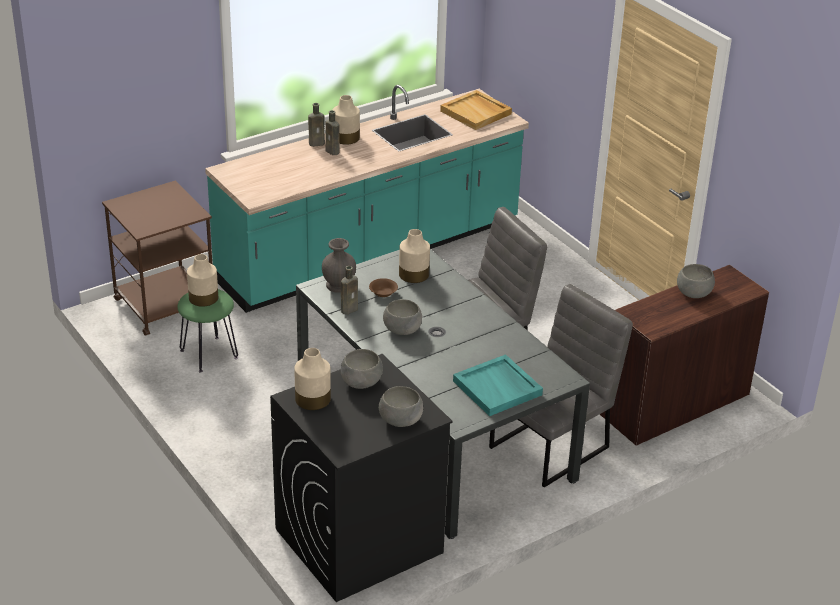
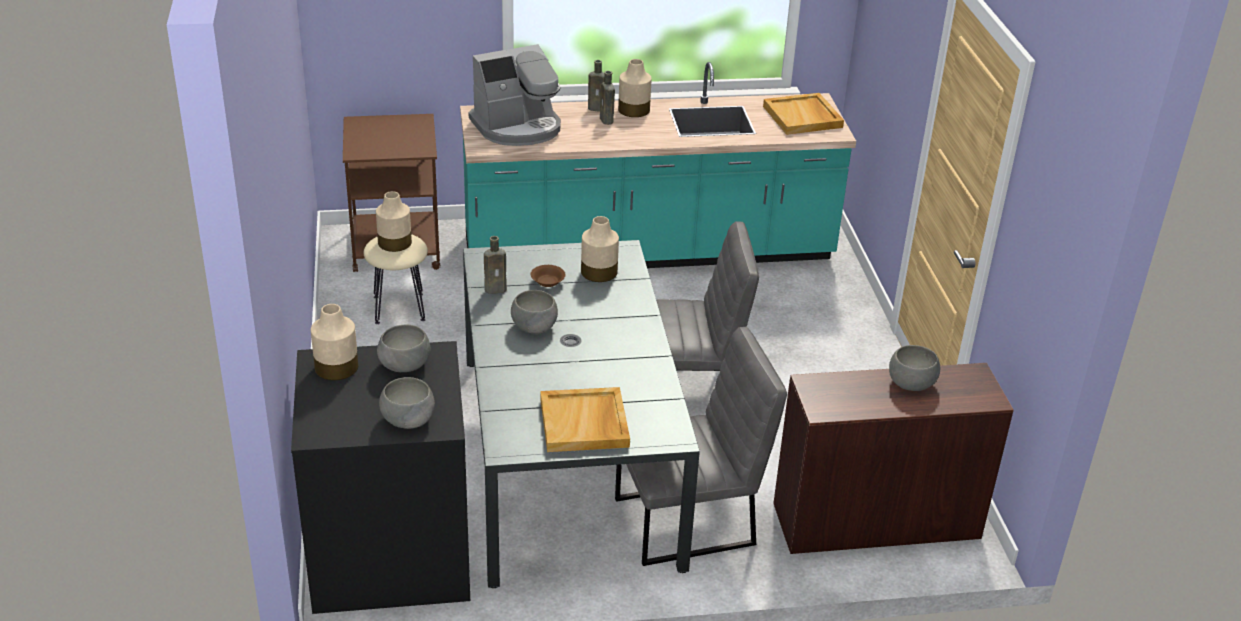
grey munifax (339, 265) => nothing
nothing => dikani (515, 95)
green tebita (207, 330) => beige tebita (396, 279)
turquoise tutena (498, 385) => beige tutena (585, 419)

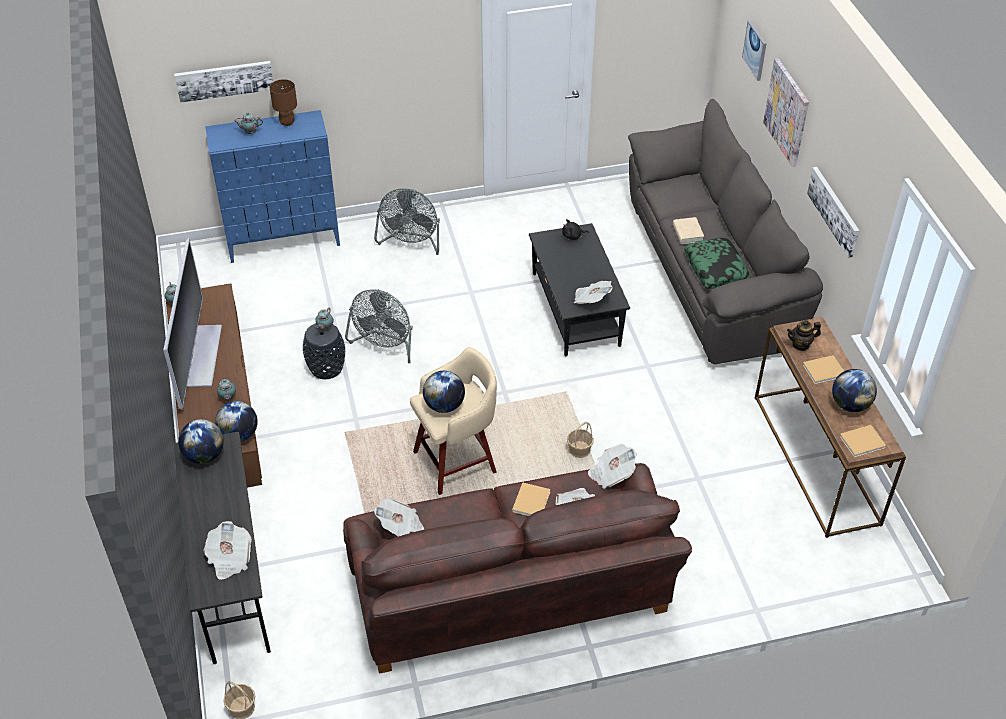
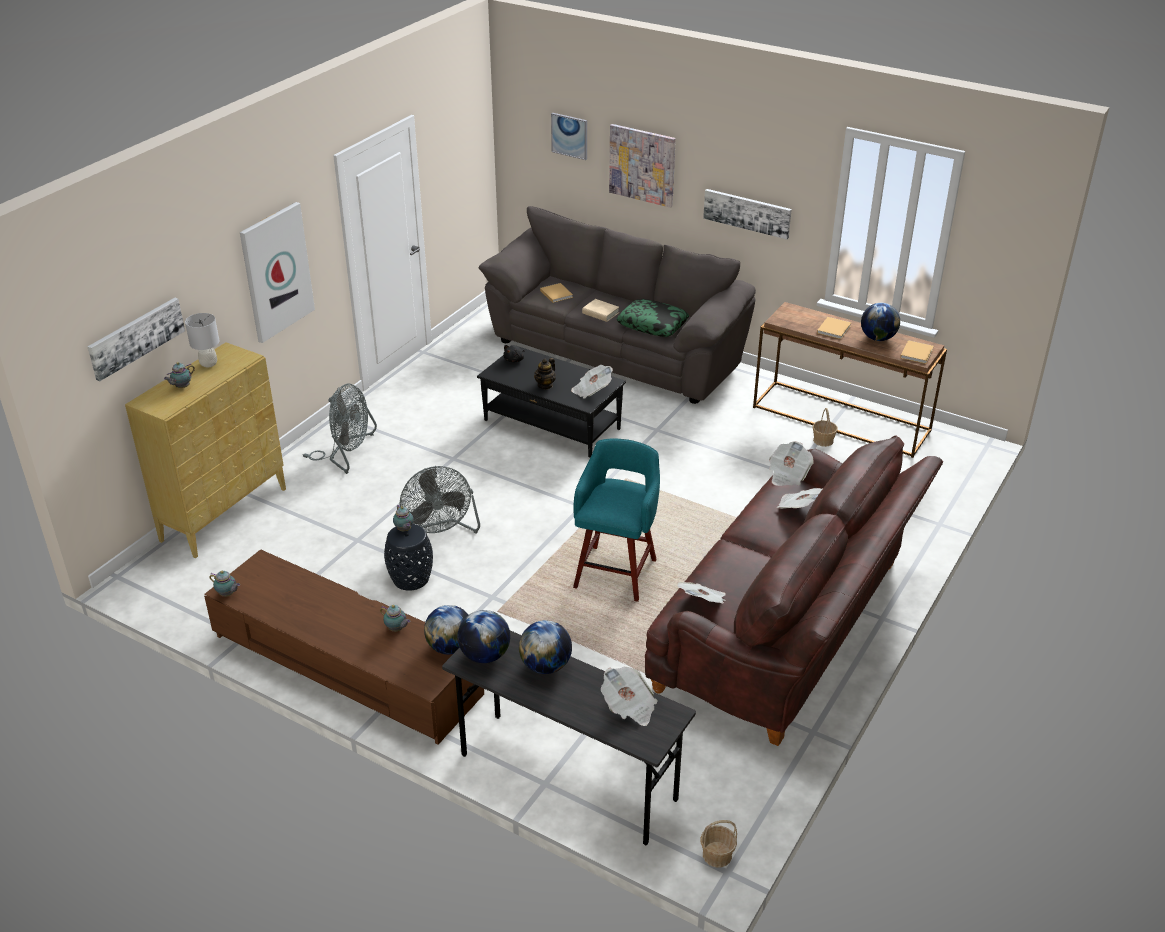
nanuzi (192, 324) => nothing
nothing => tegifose (277, 272)
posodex (444, 392) => posodex (545, 647), shifted
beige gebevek (531, 499) => beige gebevek (556, 293), shifted
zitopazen (580, 440) => zitopazen (825, 427), shifted
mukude (804, 335) => mukude (545, 374), shifted
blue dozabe (272, 186) => beige dozabe (205, 450)
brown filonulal (283, 102) => grey filonulal (202, 340)
beige tebita (453, 421) => turquoise tebita (616, 520)
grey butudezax (407, 221) => grey butudezax (340, 429), 45 degrees counterclockwise

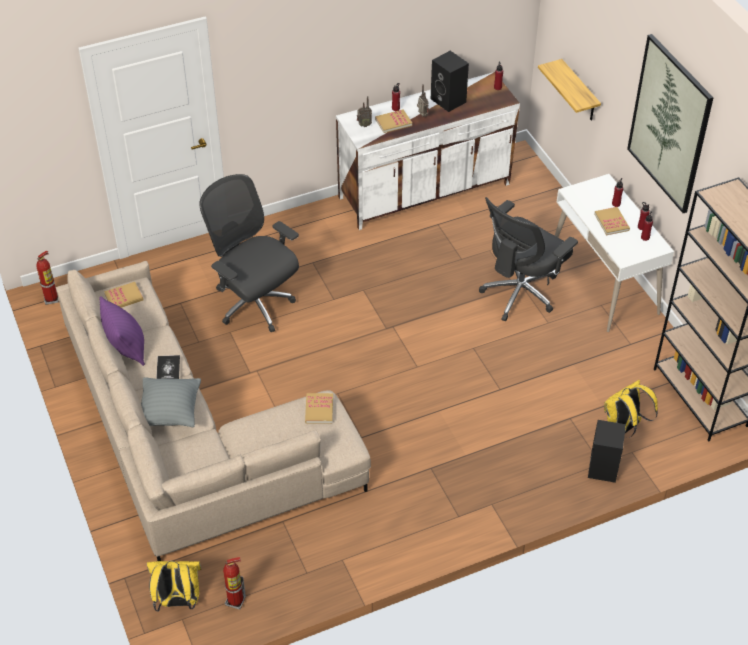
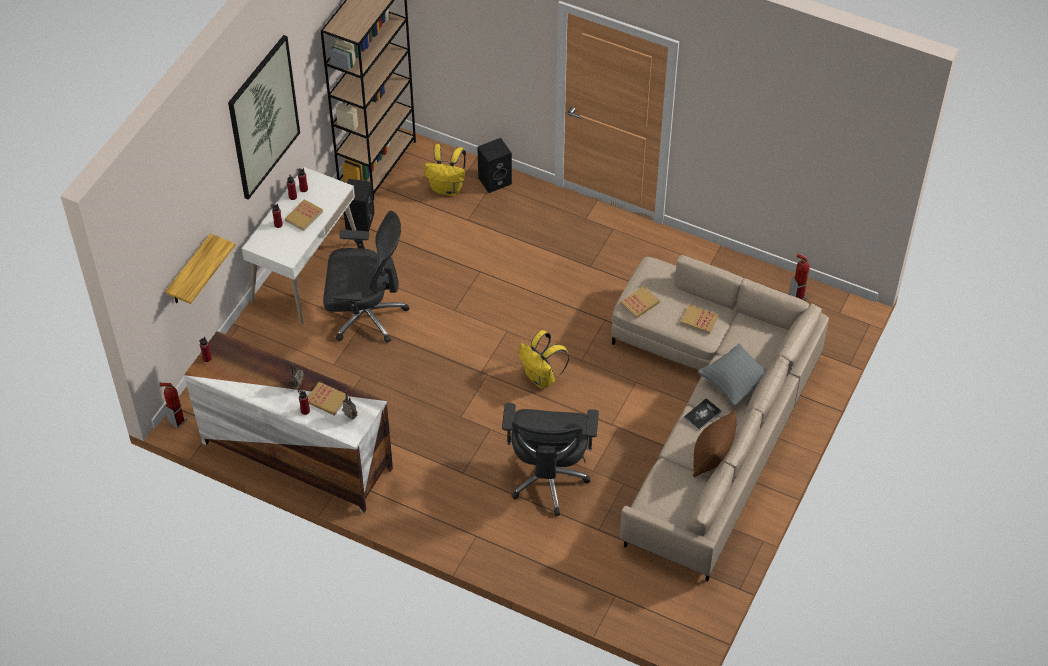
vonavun (47, 277) => vonavun (173, 406), shifted
gebevek (123, 295) => gebevek (699, 319), shifted
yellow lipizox (174, 586) => yellow lipizox (544, 359), shifted
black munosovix (450, 81) => black munosovix (359, 205), shifted
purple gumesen (122, 331) => brown gumesen (715, 443)

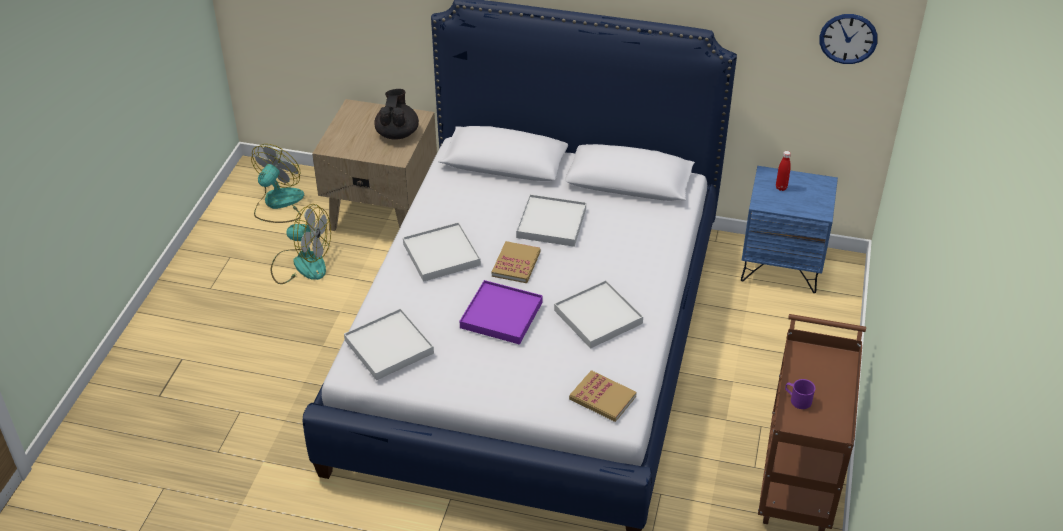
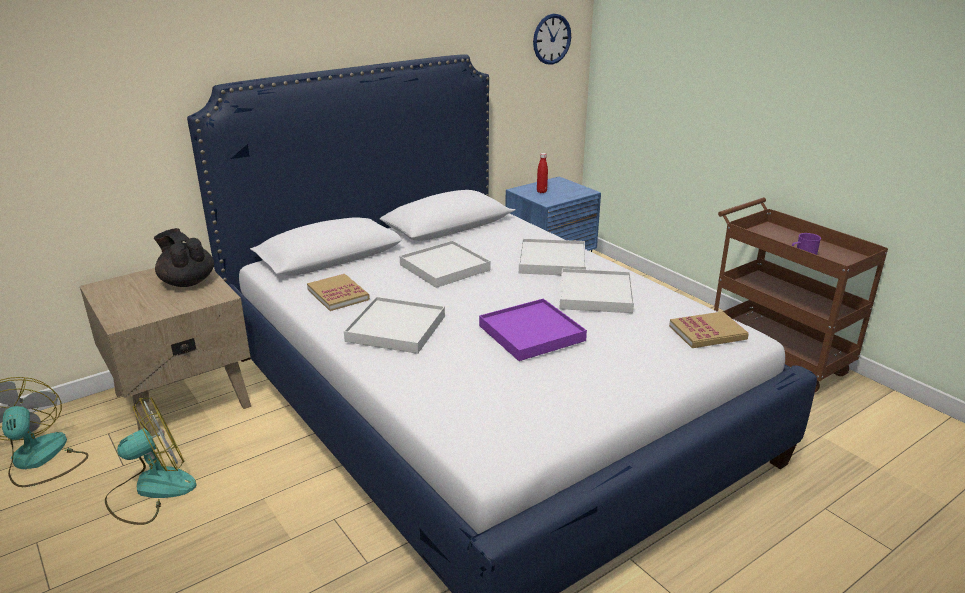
white tutena (389, 344) => white tutena (552, 257), shifted
gebevek (516, 262) => gebevek (338, 292), shifted

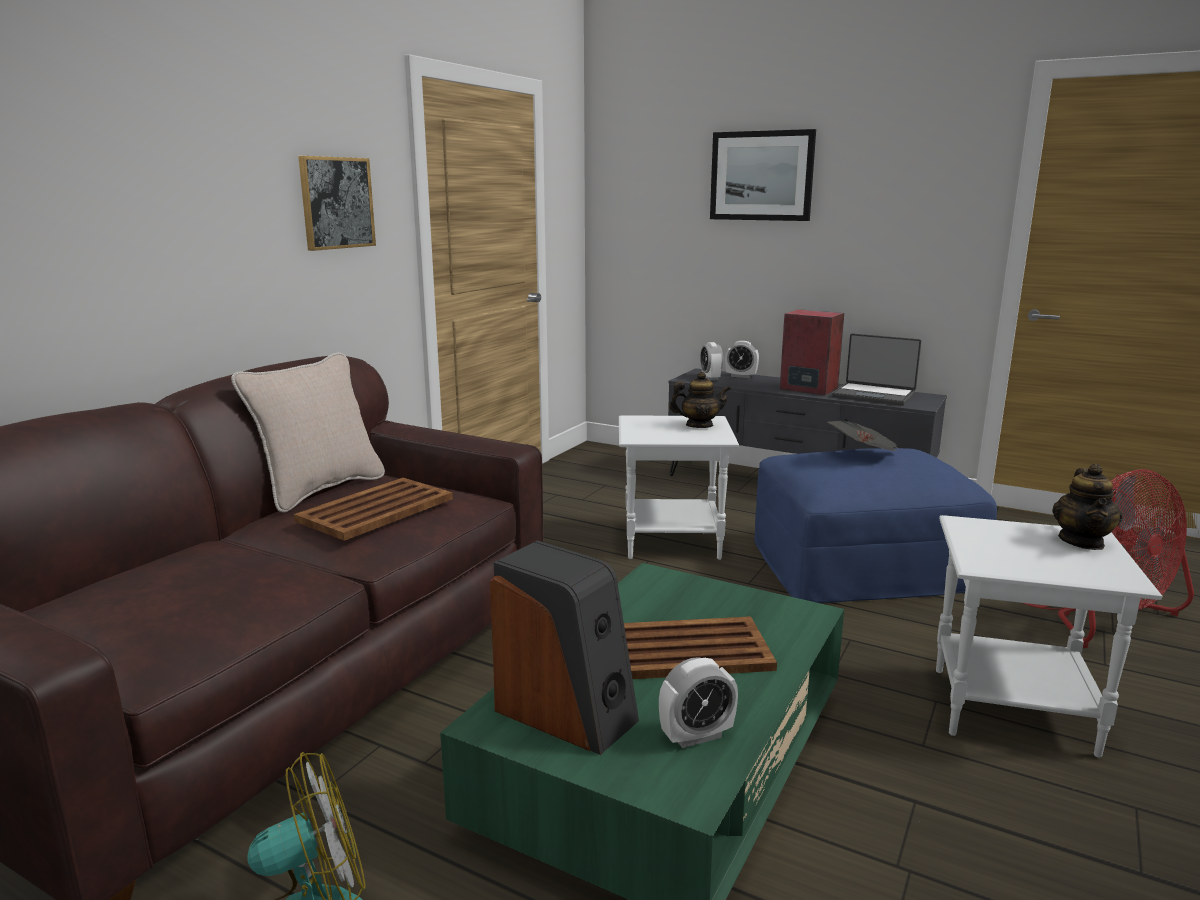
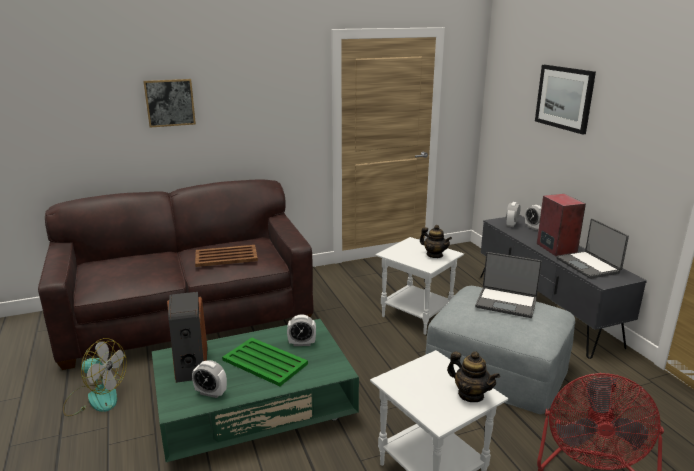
beige gumesen (308, 432) => nothing
nothing => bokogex (301, 330)
tegifose (337, 203) => tegifose (169, 103), shifted
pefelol (863, 436) => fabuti (508, 285)
brown tutena (700, 647) => green tutena (265, 362)
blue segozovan (875, 525) => grey segozovan (500, 350)
mukude (1087, 506) => mukude (473, 377), 105 degrees counterclockwise

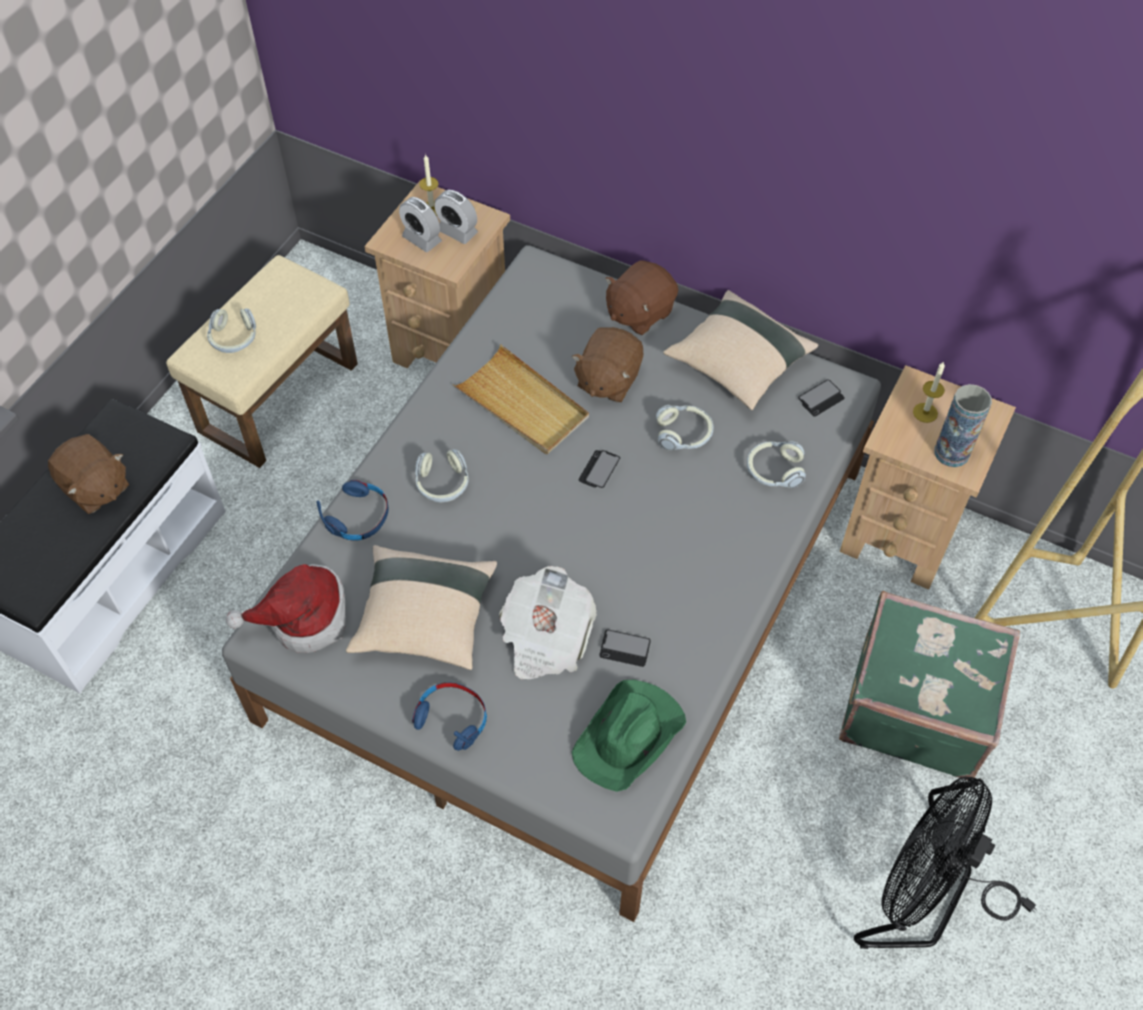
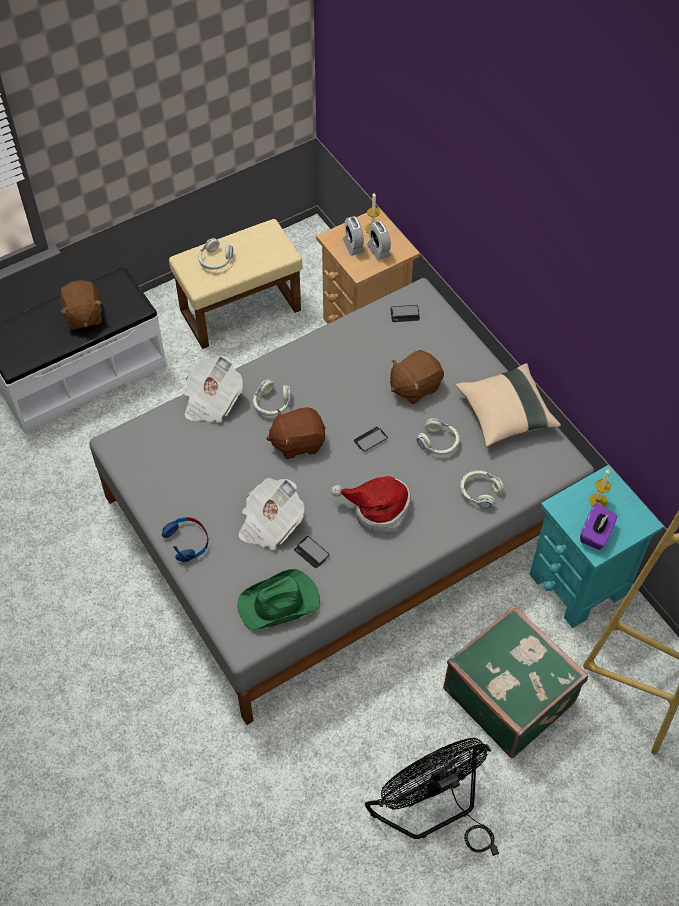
beige gumesen (421, 607) => nothing
beige tutena (520, 399) => nothing
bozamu (286, 608) => bozamu (371, 504), shifted
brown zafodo (641, 297) => brown zafodo (296, 433), shifted
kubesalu (821, 398) => kubesalu (405, 313), shifted
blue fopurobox (353, 510) => pefelol (213, 389)
munifax (963, 425) => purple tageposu (598, 526)
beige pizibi (928, 477) => turquoise pizibi (596, 546)

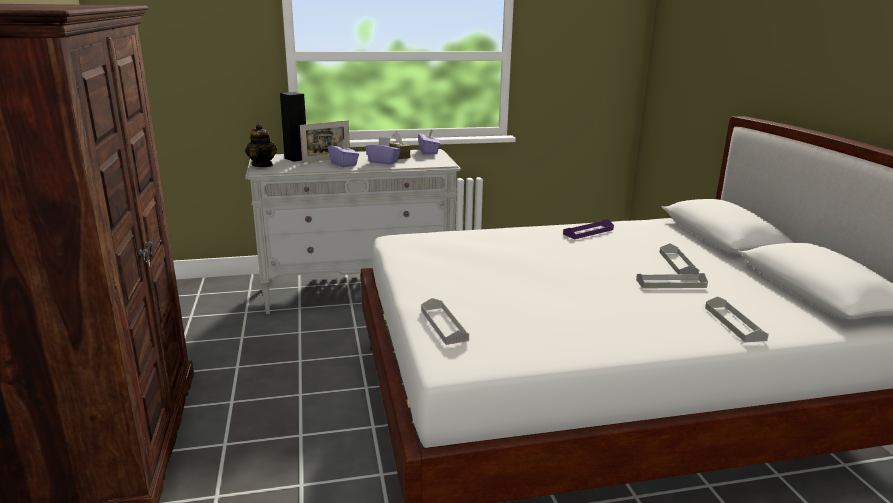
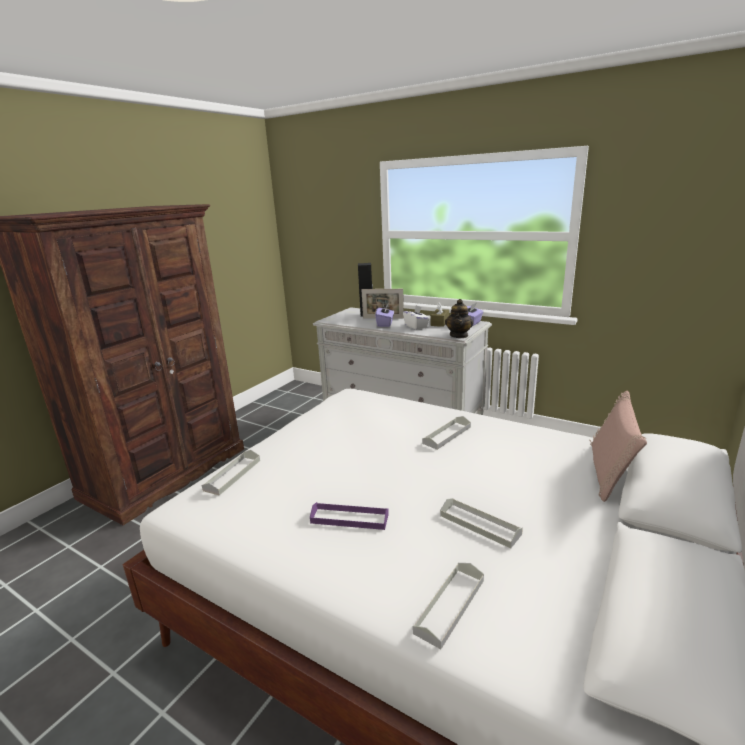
nothing => beige gumesen (618, 446)
mukude (261, 145) => mukude (459, 318), shifted
purple tutena (588, 229) => purple tutena (349, 516), shifted
grey tutena (679, 258) => grey tutena (446, 433), shifted
purple tageposu (383, 150) => white tageposu (416, 317)

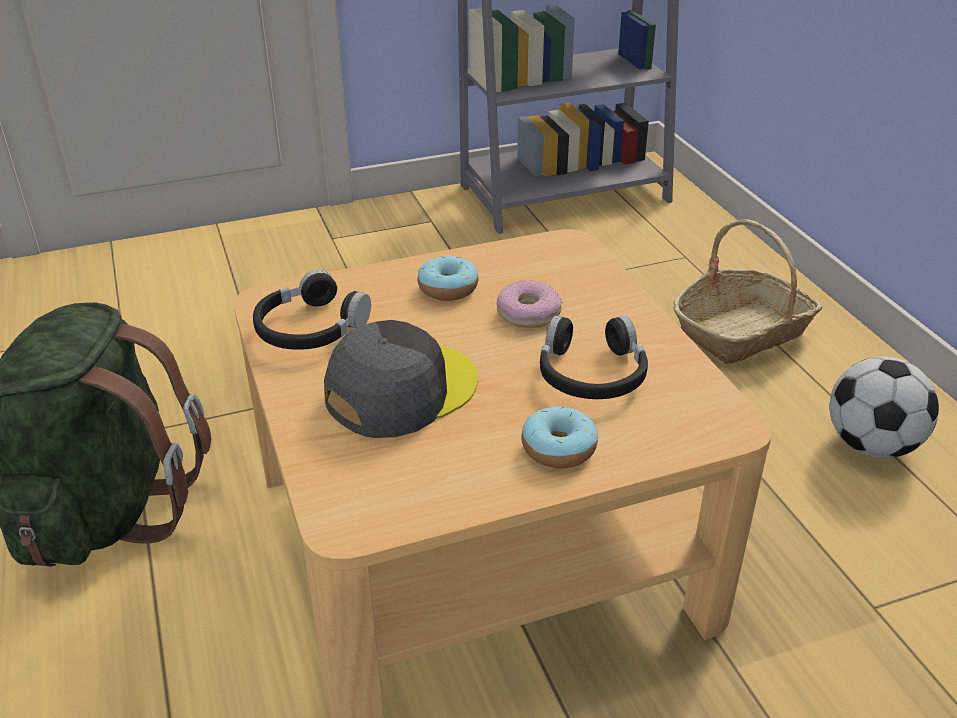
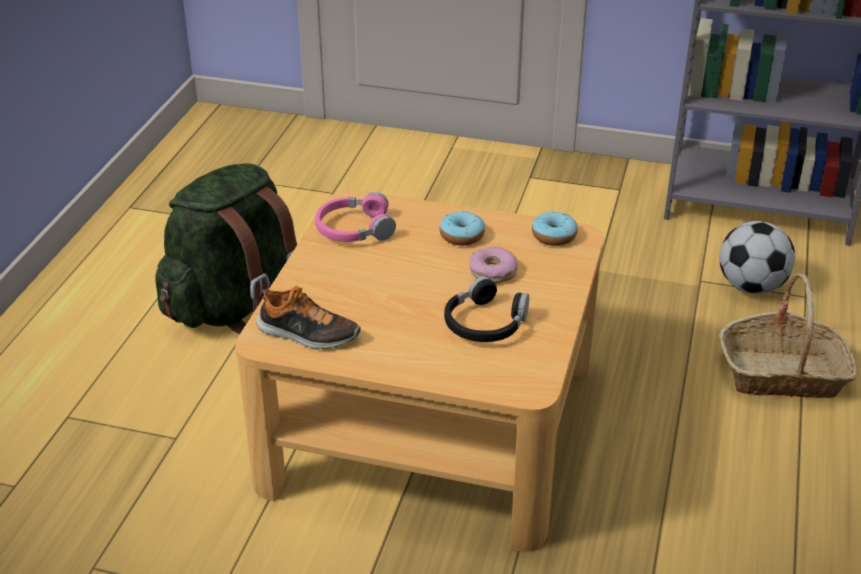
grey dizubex (401, 379) => nothing
nothing => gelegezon (308, 317)
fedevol (559, 437) => fedevol (555, 229), shifted
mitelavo (884, 407) => mitelavo (757, 257), shifted
black fopurobox (312, 310) => pink fopurobox (355, 217)

